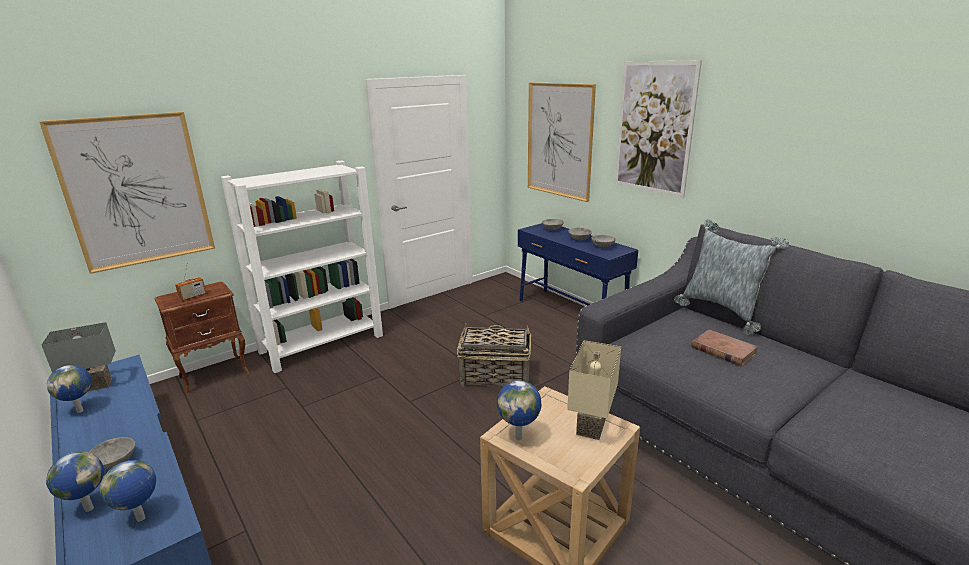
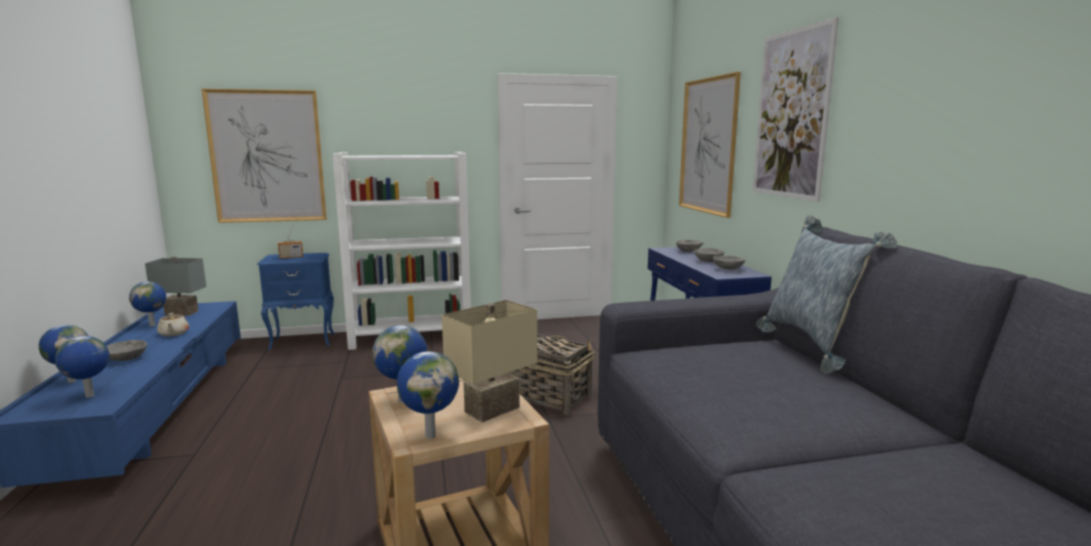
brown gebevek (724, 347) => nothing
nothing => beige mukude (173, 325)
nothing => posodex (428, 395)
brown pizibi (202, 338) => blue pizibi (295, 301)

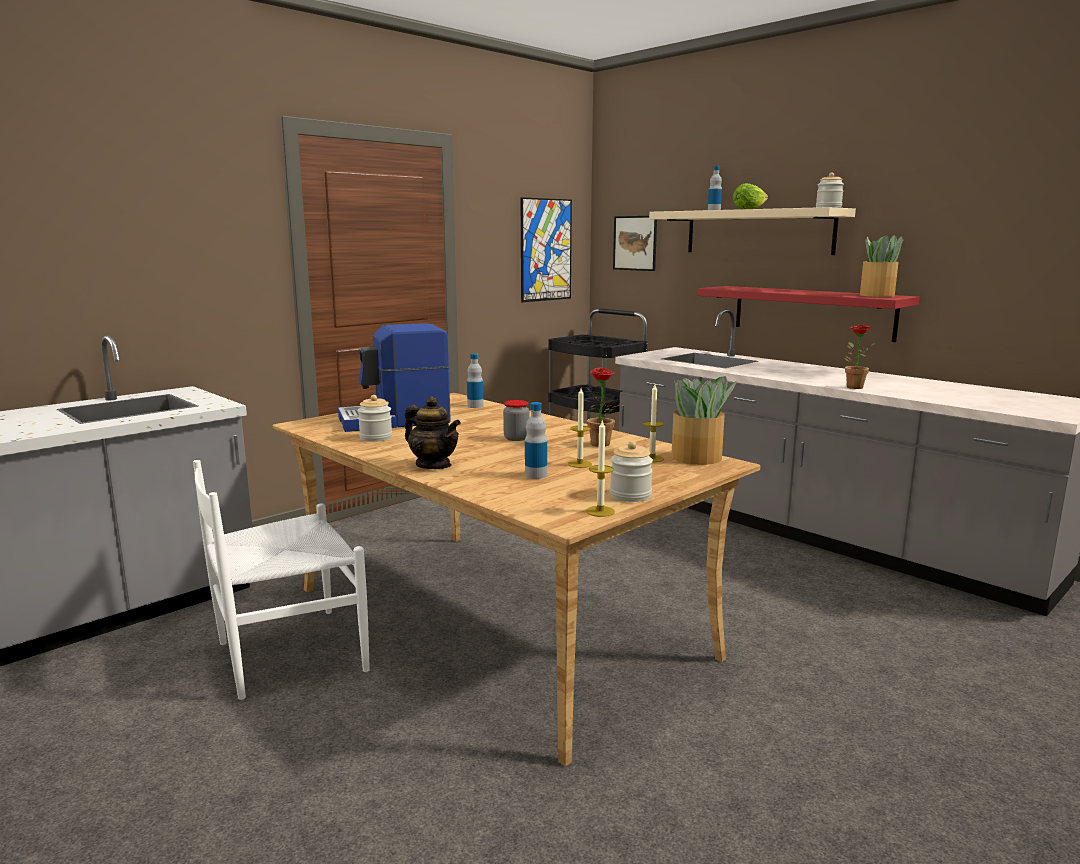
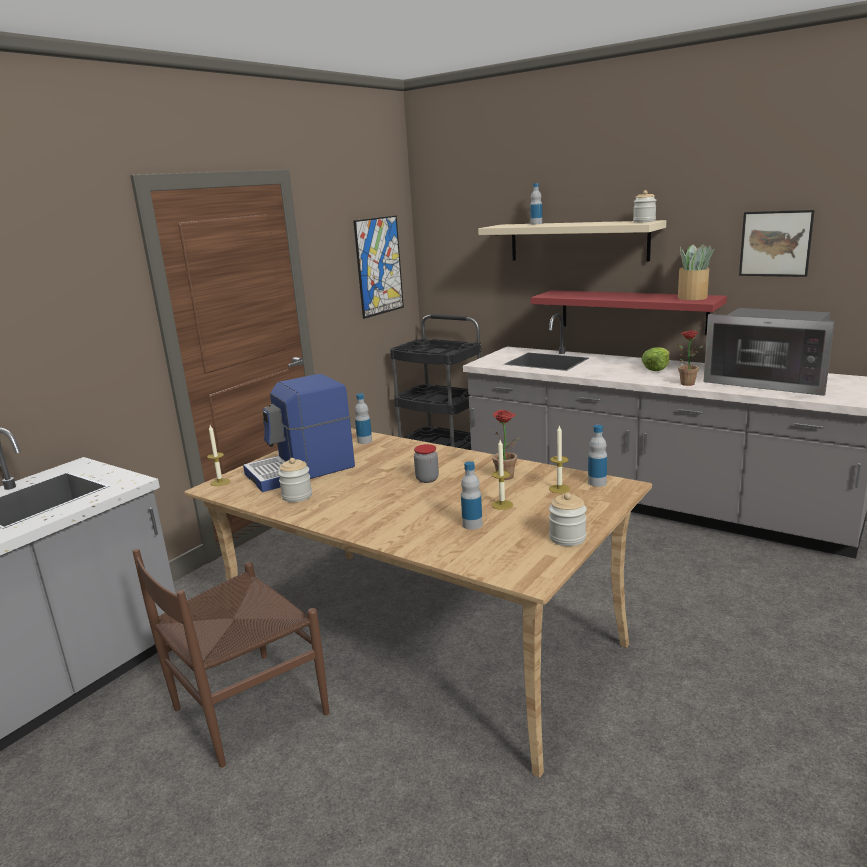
mukude (433, 432) => nothing
nothing => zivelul (769, 352)
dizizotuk (600, 469) => dizizotuk (218, 455), shifted
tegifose (635, 243) => tegifose (777, 243), shifted
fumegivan (750, 196) => fumegivan (655, 359), shifted
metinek (704, 420) => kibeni (597, 456)
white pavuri (281, 580) => brown pavuri (231, 658)

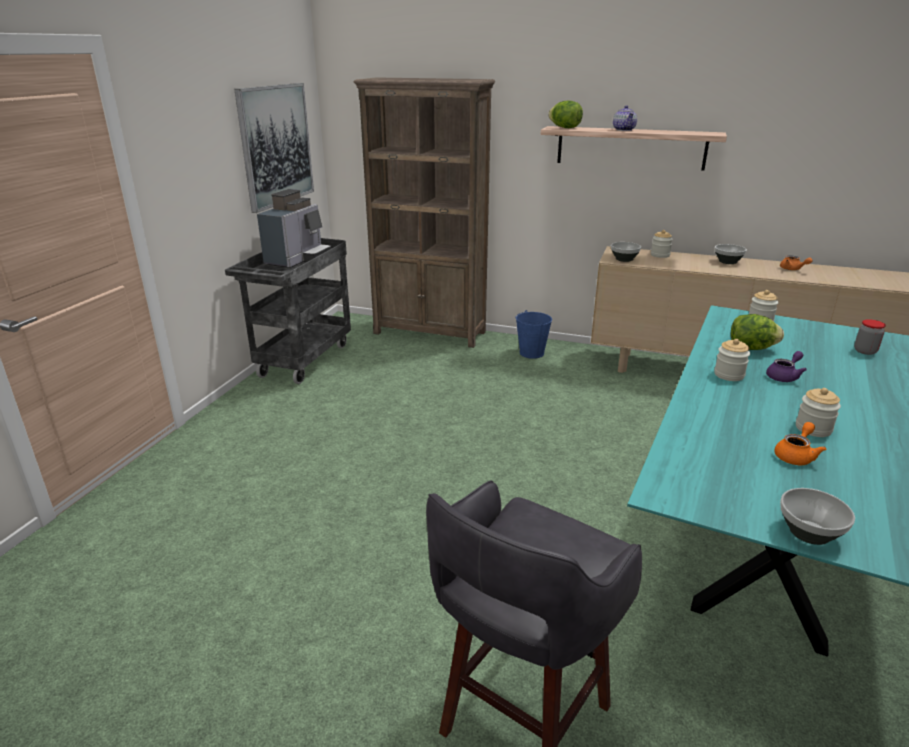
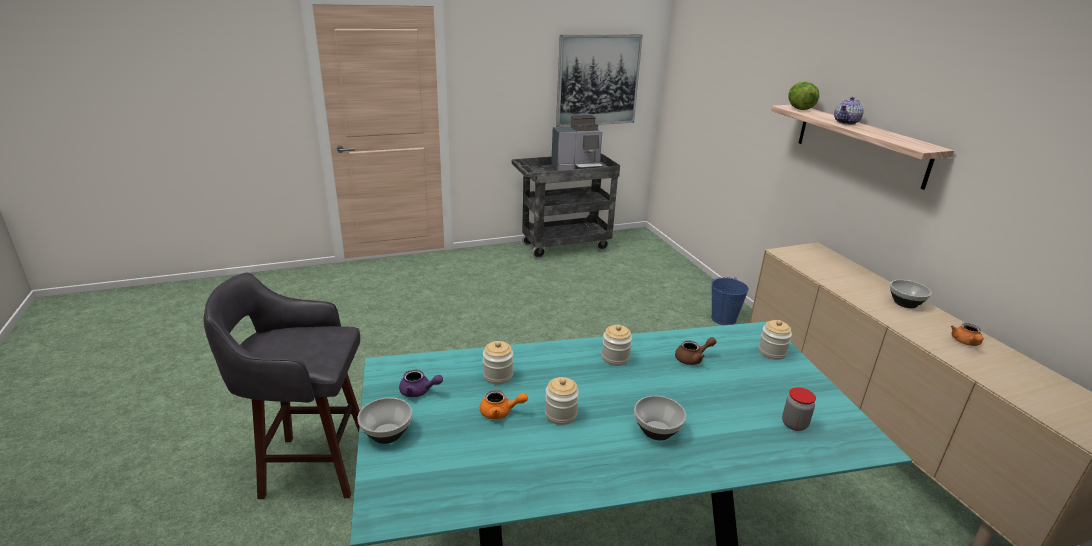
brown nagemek (424, 212) => nothing
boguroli (626, 252) => boguroli (660, 418), shifted
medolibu (662, 244) => medolibu (498, 362), shifted
purple mukude (786, 366) => purple mukude (421, 383), shifted
fumegivan (757, 332) => brown mukude (696, 351)

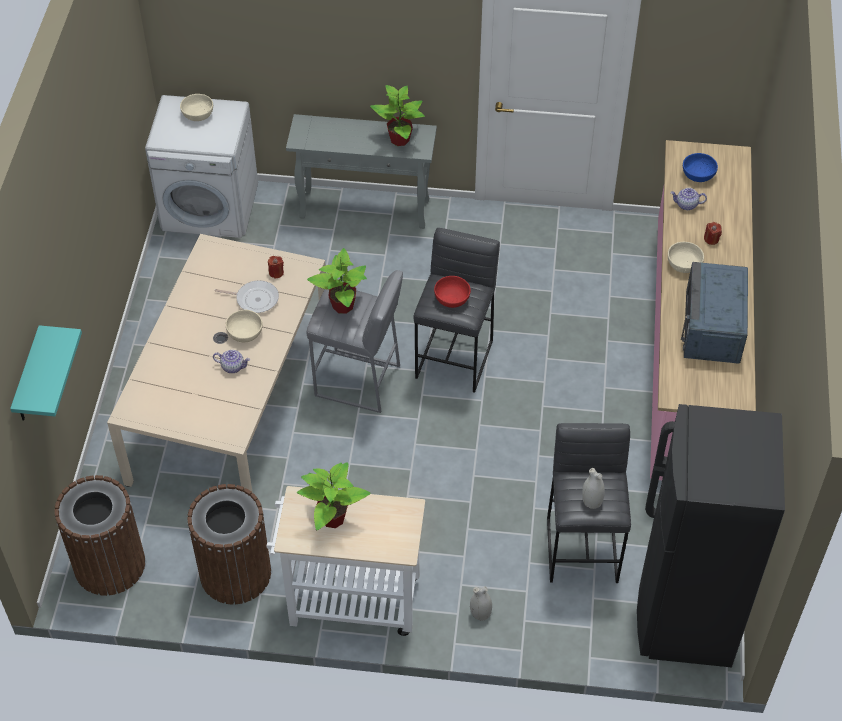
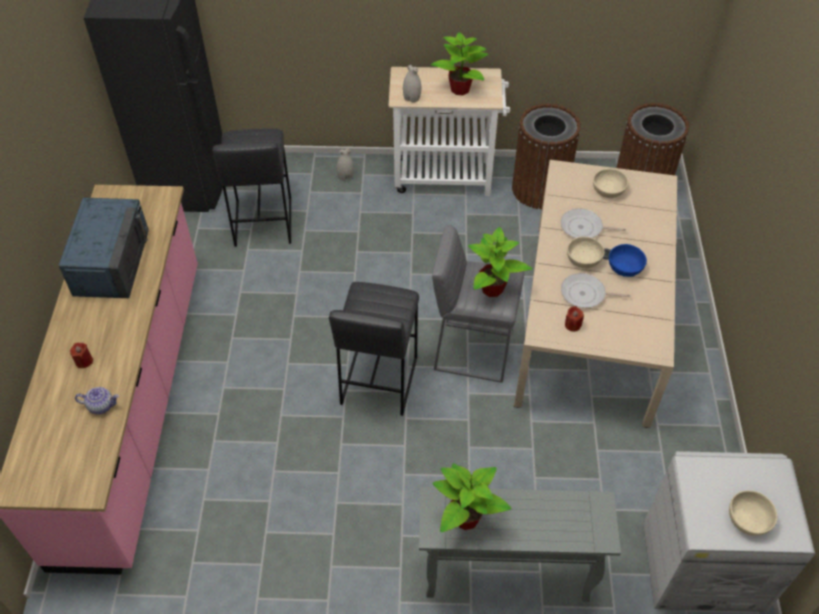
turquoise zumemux (46, 373) => nothing
red boguroli (452, 292) => nothing
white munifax (593, 488) => white munifax (412, 83), shifted
beige boguroli (686, 257) => beige boguroli (610, 183), shifted
blue boguroli (700, 167) => blue boguroli (628, 260), shifted
mukude (231, 361) => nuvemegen (593, 223)

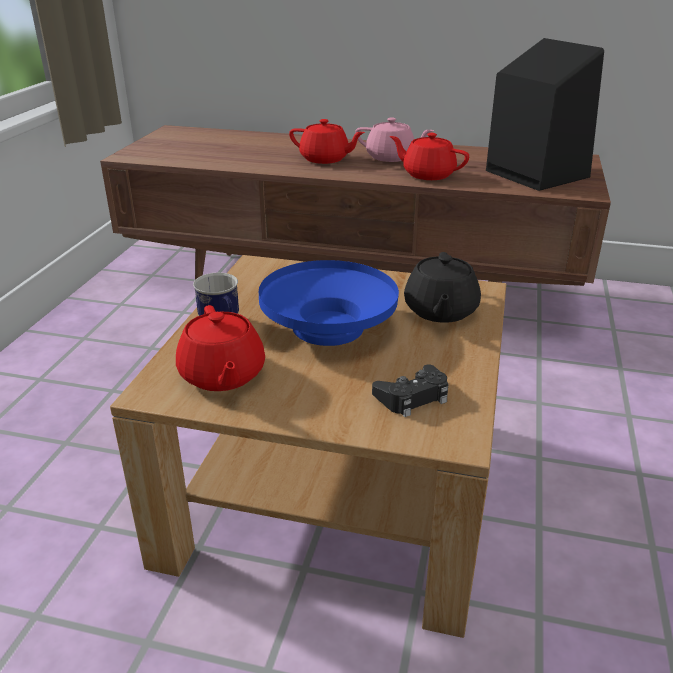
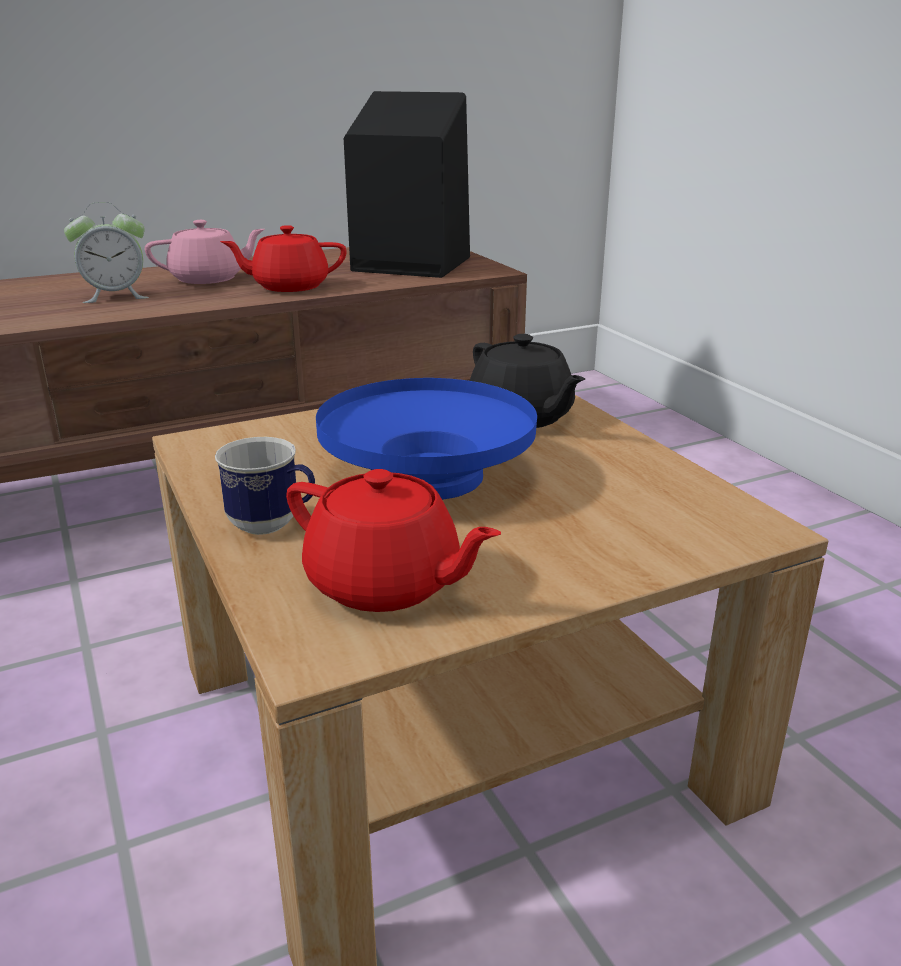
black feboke (410, 390) => nothing
red mukude (327, 141) => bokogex (106, 252)

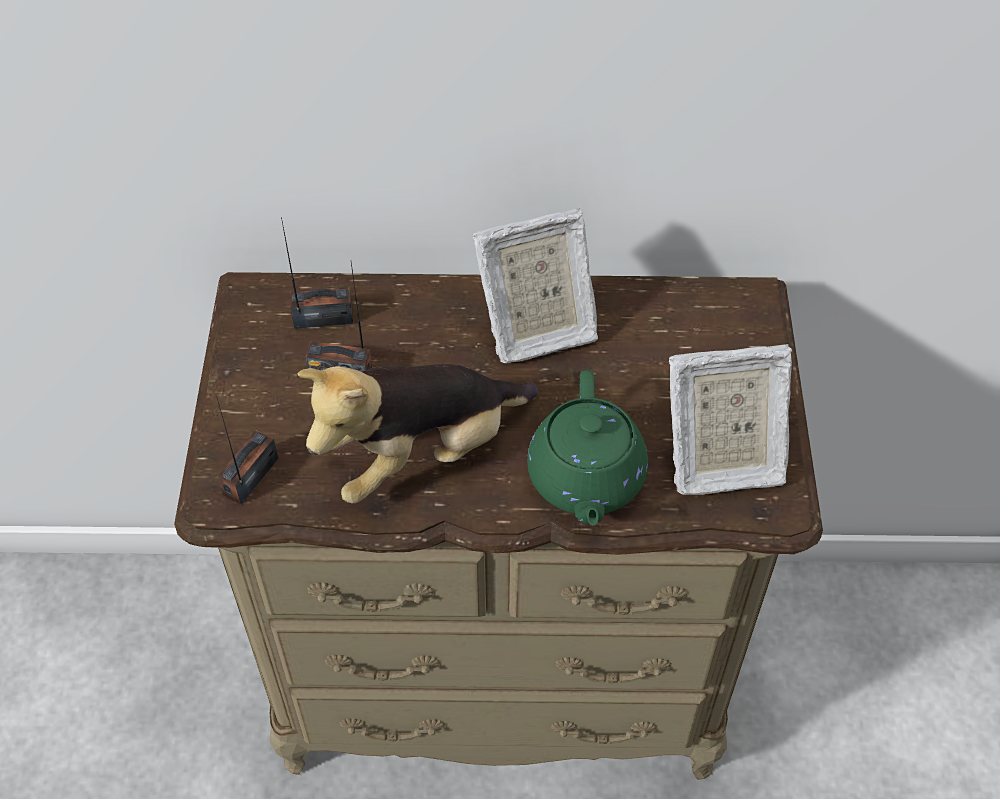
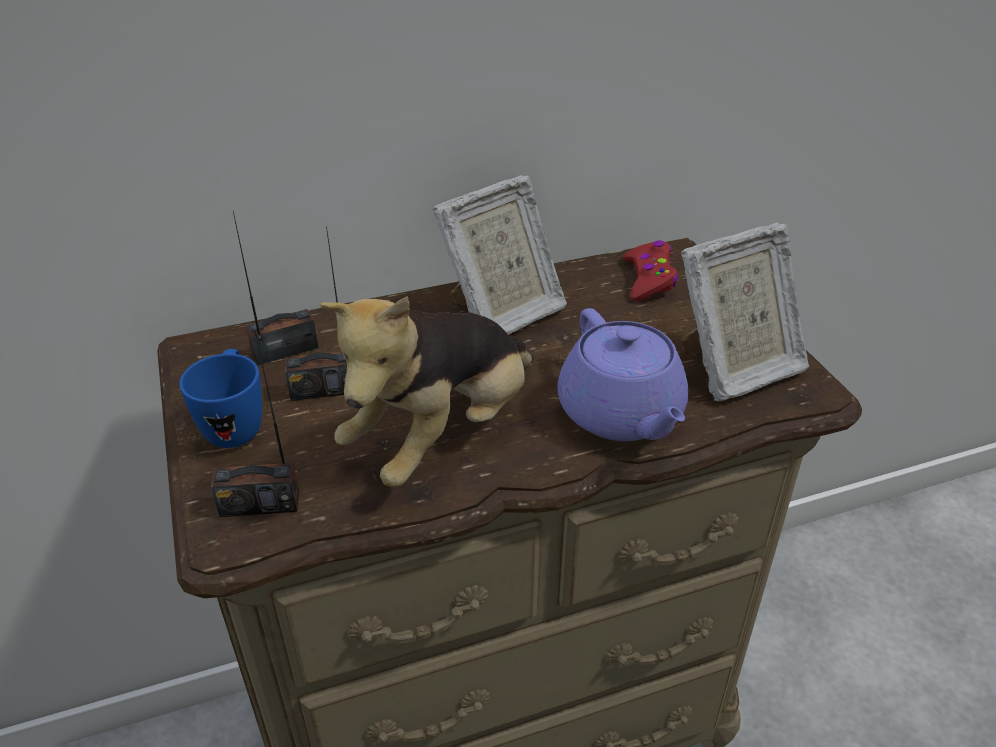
nothing => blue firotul (220, 398)
nothing => red feboke (650, 270)
green mukude (587, 448) => purple mukude (623, 374)
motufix (247, 451) => motufix (255, 424), 105 degrees counterclockwise

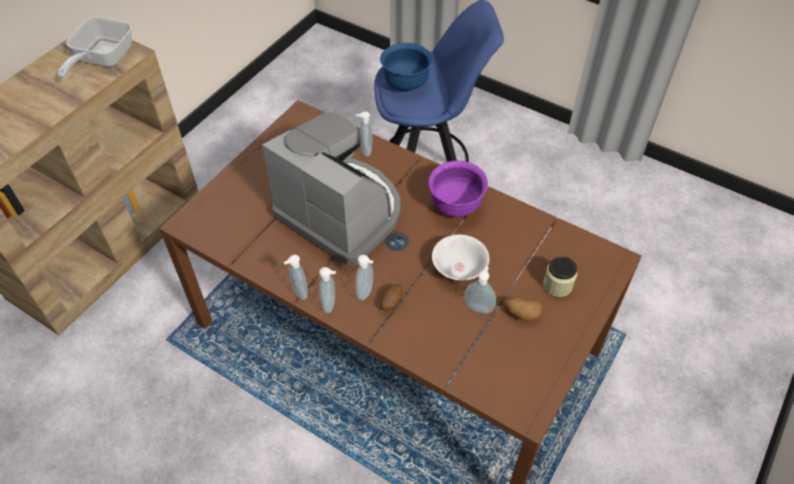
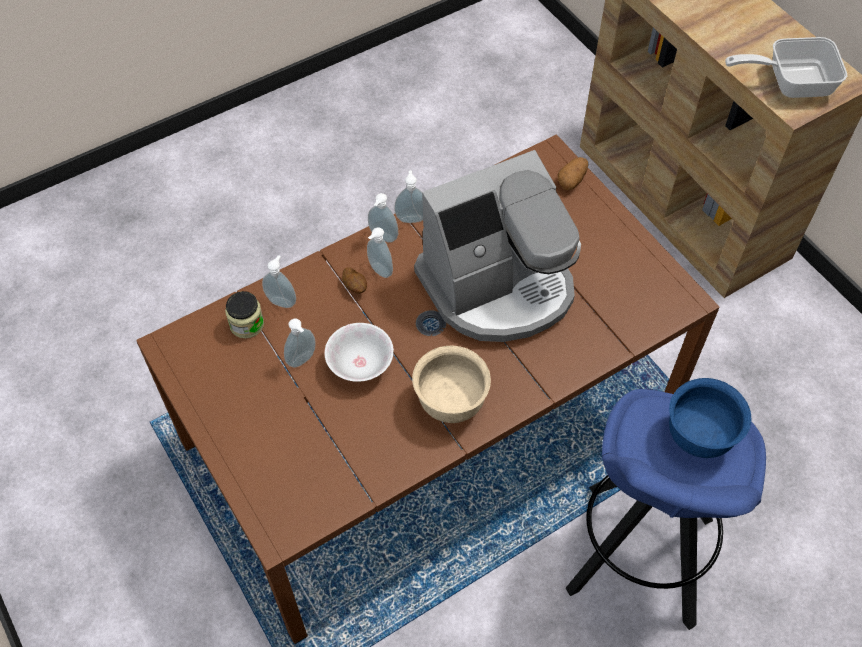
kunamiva (364, 134) => kunamiva (279, 281), shifted
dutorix (523, 309) => dutorix (573, 173), shifted
medolibu (560, 276) => medolibu (244, 314), shifted
purple boguroli (458, 189) => beige boguroli (451, 384)
nuvemegen (95, 47) => nuvemegen (786, 67), 45 degrees counterclockwise

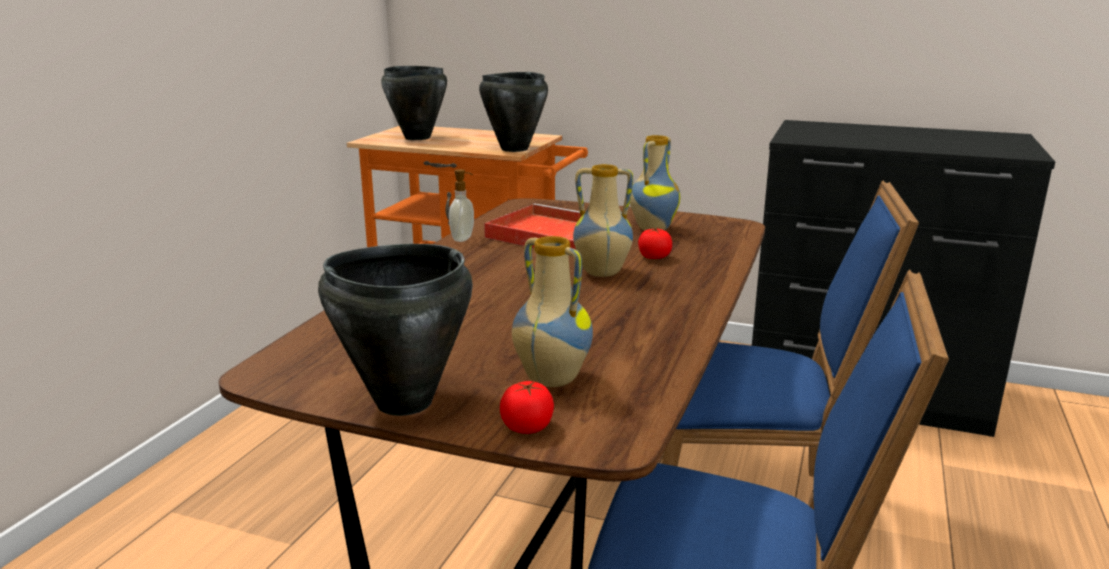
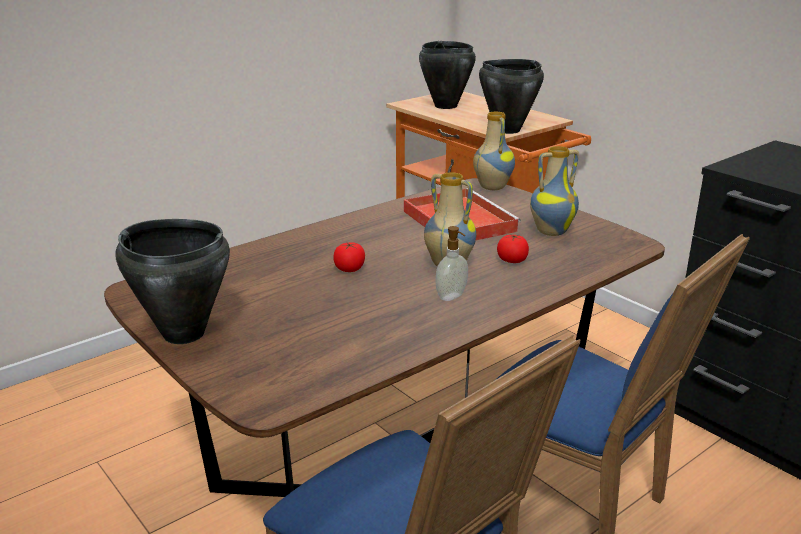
kunamiva (461, 205) => kunamiva (451, 263), shifted
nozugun (527, 407) => nozugun (349, 257), shifted
munifax (552, 311) => munifax (494, 151), shifted

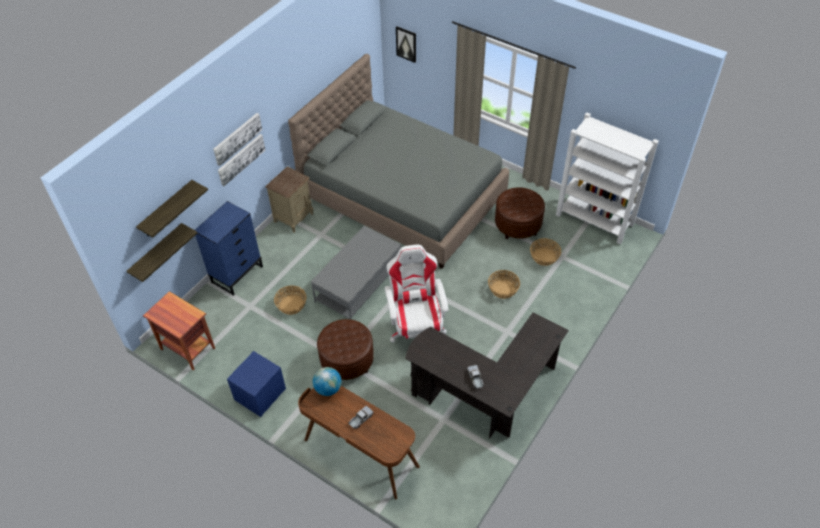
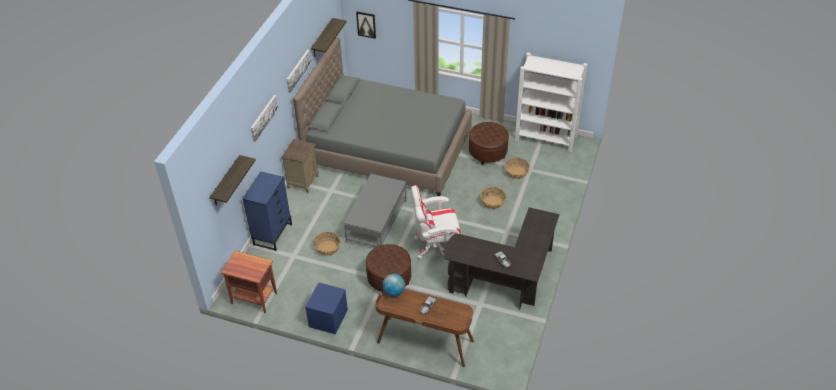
zumemux (162, 252) => zumemux (329, 37), shifted
tegifose (241, 160) => tegifose (299, 71), shifted
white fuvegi (416, 293) => white fuvegi (435, 223), 75 degrees counterclockwise

